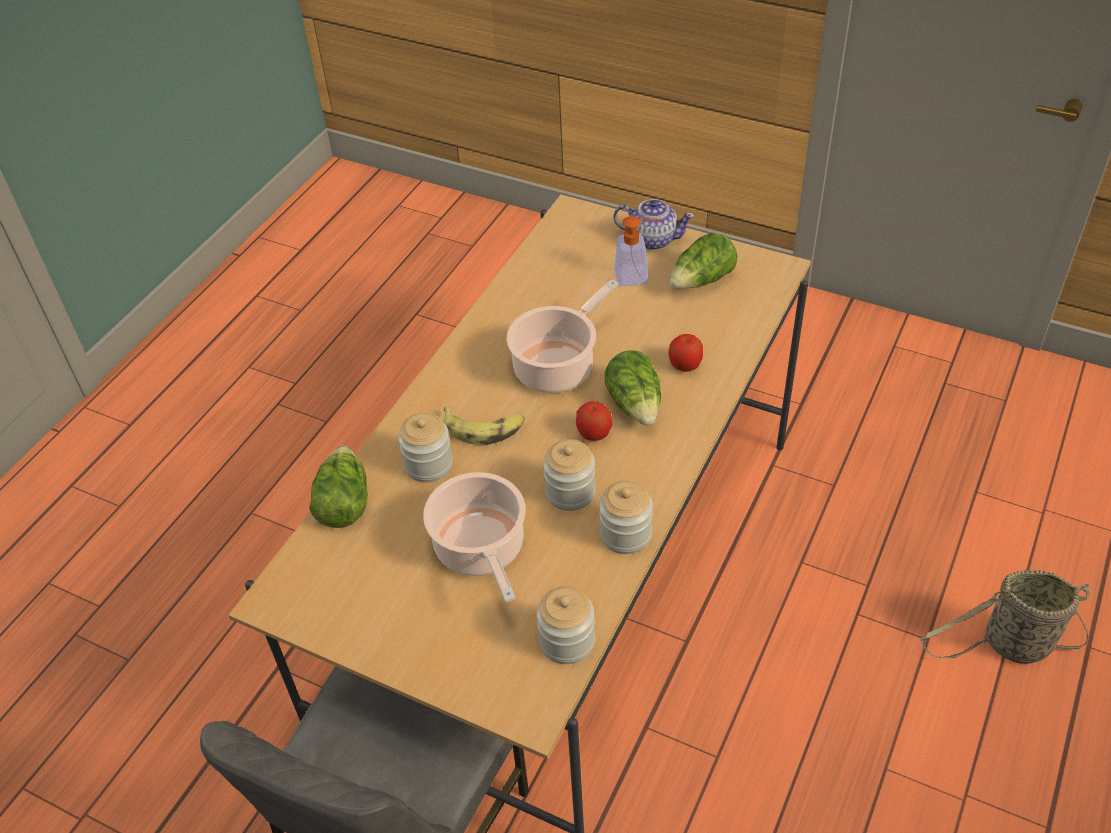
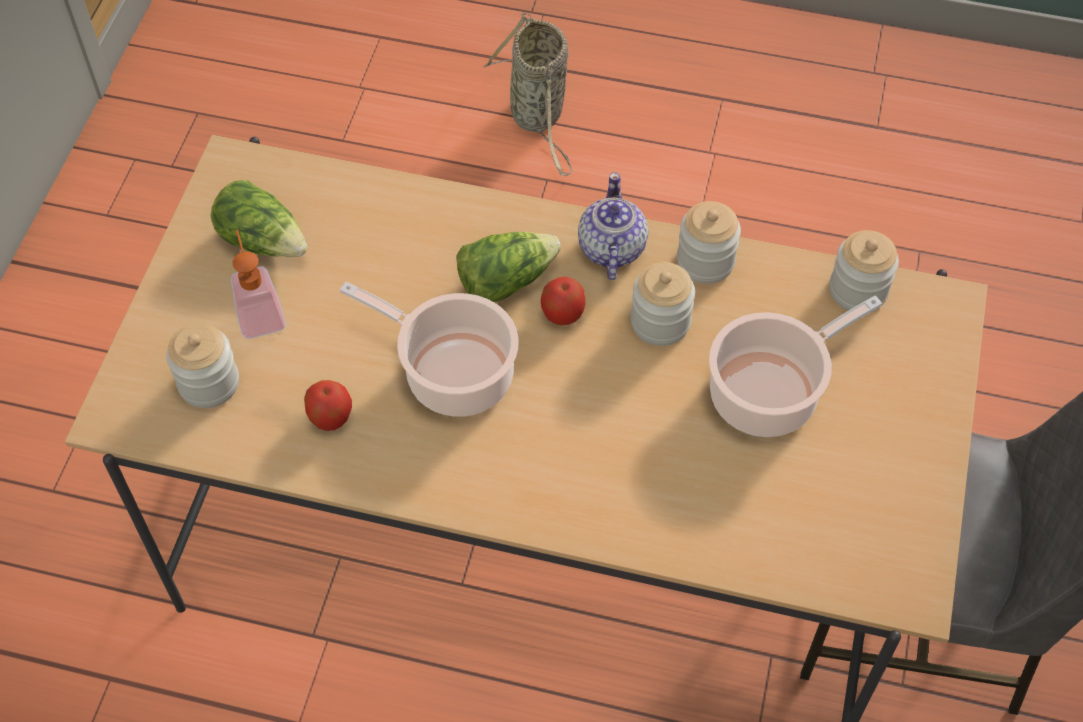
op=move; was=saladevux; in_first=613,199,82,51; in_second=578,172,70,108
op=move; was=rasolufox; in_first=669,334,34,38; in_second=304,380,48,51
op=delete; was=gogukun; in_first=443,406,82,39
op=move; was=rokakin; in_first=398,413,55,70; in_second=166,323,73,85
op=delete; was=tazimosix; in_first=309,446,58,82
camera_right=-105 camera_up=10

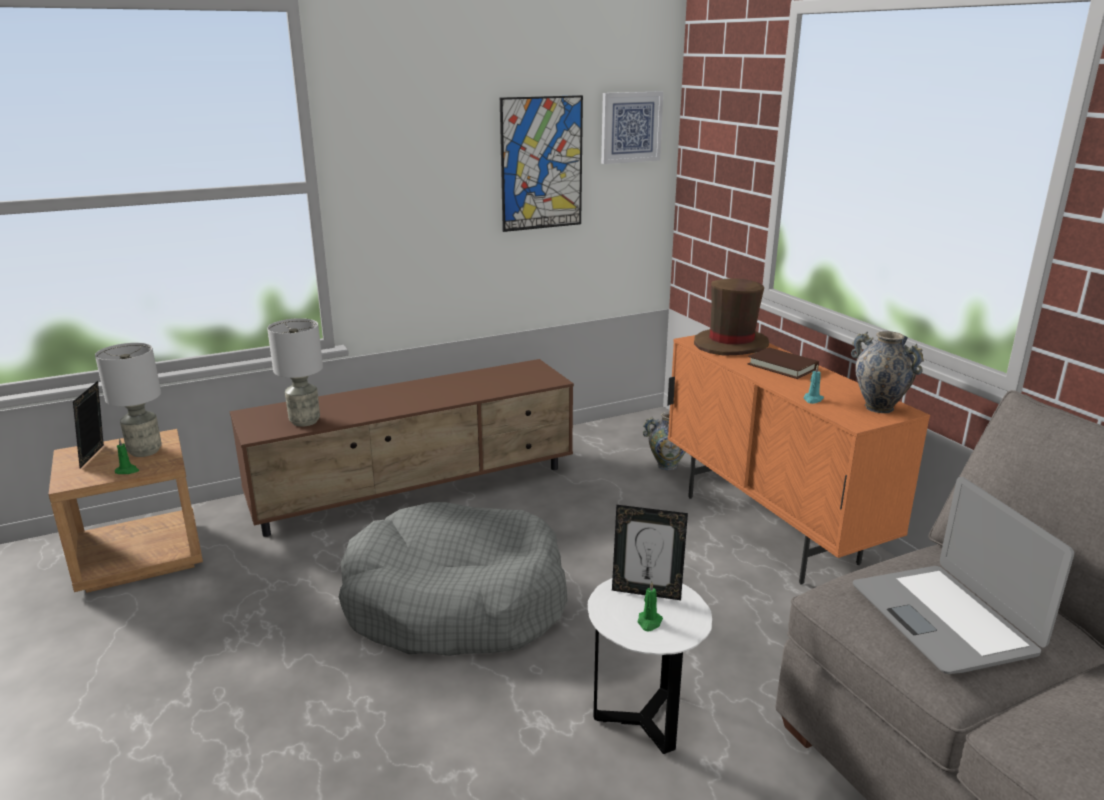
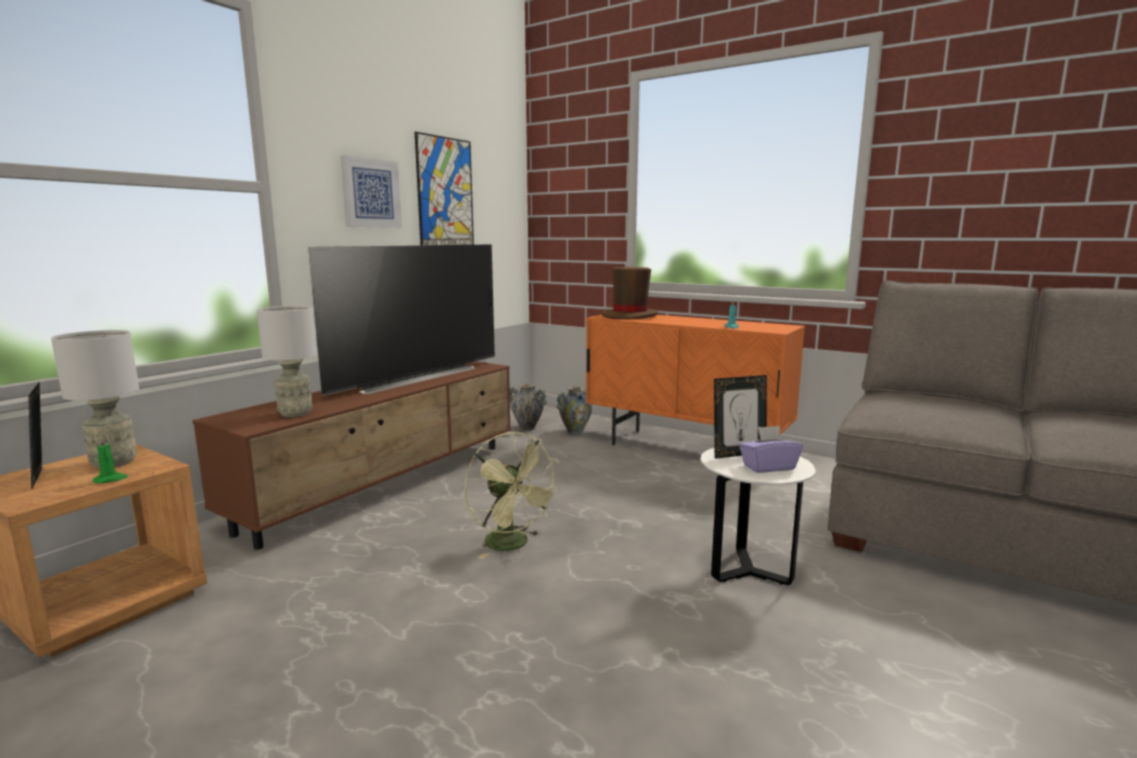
op=move; was=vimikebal; in_first=601,91,62,73; in_second=341,155,61,73
op=move; was=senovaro; in_first=851,331,73,82; in_second=510,384,37,47
op=delete; was=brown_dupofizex; in_first=748,348,71,31
op=delete; was=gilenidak; in_first=853,477,221,197
op=replace; was=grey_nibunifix; now=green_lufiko; in_first=339,502,228,154; in_second=465,432,96,127
op=replace; was=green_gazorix; now=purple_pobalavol; in_first=638,582,25,49; in_second=739,426,64,47
op=insert; now=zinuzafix; in_second=308,244,187,152
camera_right=-30 camera_up=-10

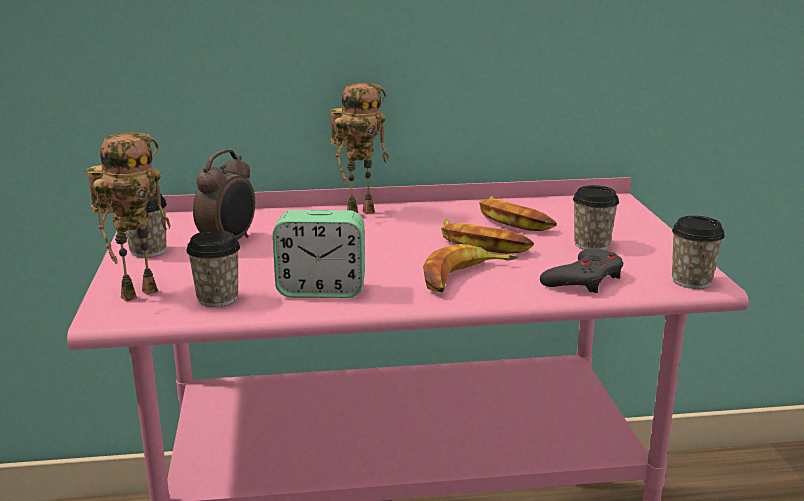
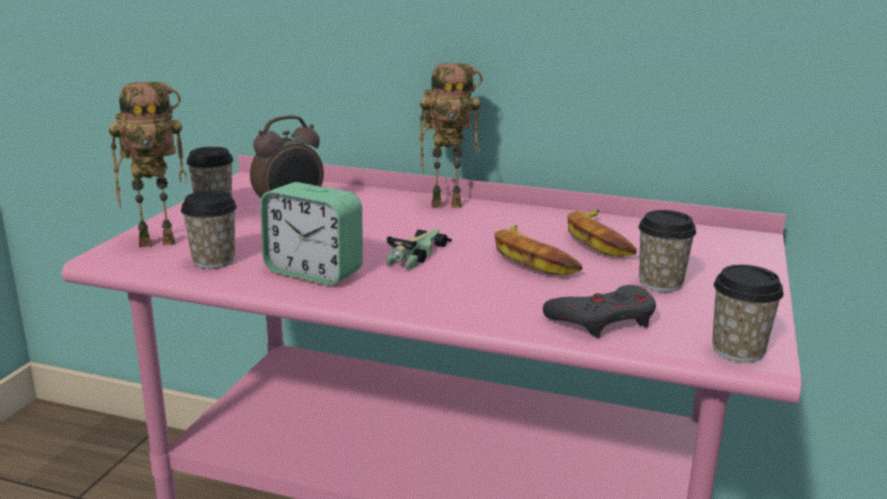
op=delete; was=gogukun; in_first=423,244,95,48
op=insert; now=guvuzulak; in_second=386,229,66,41
camera_right=25 camera_up=0

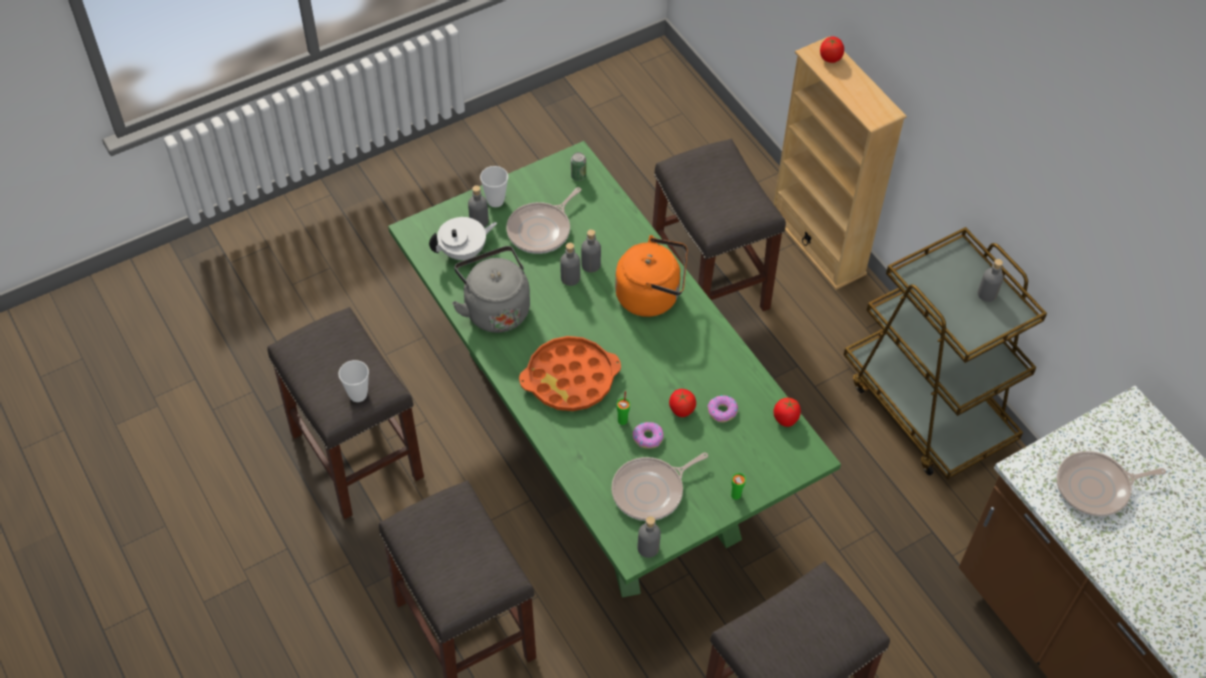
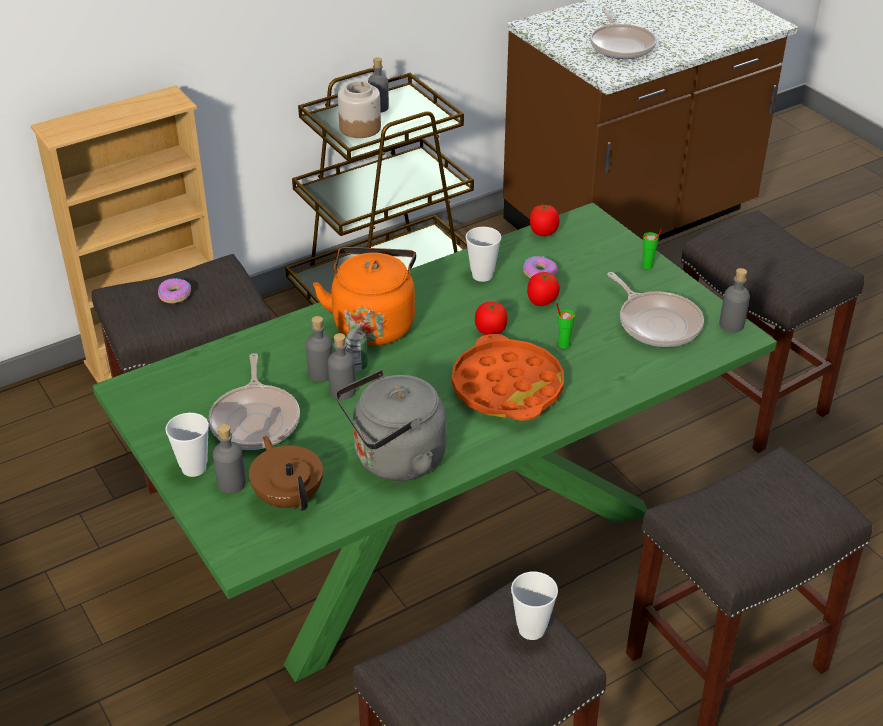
op=move; was=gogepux; in_first=820,36,24,27; in_second=475,302,33,33
op=move; was=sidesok; in_first=571,152,15,29; in_second=345,329,23,42
op=rotate; was=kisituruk; in_first=506,187,75,67; in_second=208,353,92,97; clockwise=45
op=recolor; was=white_saladevux; now=brown_saladevux; in_first=429,217,68,43; in_second=249,436,74,75
op=move; was=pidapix; in_first=633,422,30,27; in_second=158,278,33,25
op=insert; now=rokakin; in_second=338,81,43,57
op=insert; now=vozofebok; in_second=466,227,35,55
camera_right=-90 camera_up=-15

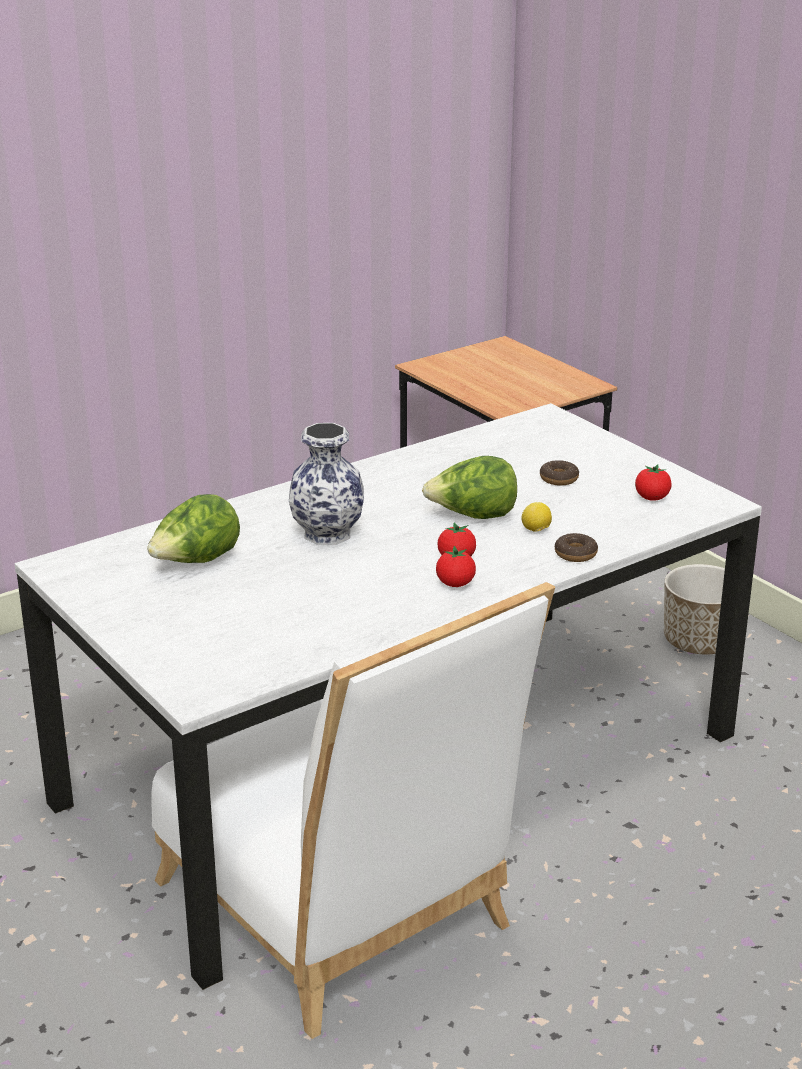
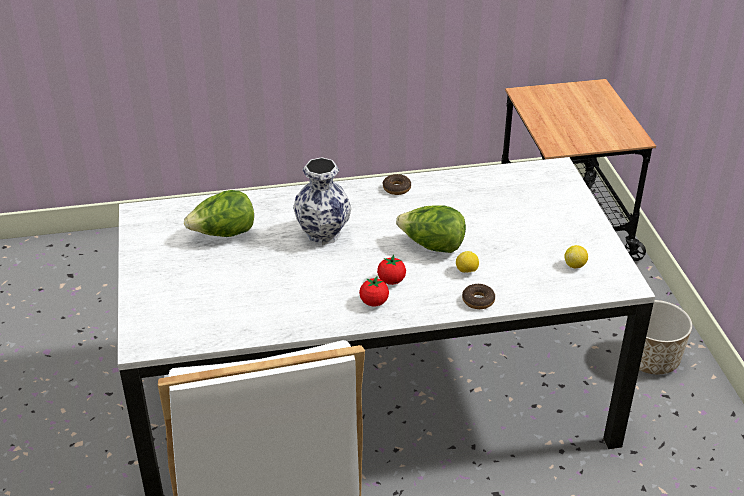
op=move; was=pidapix; in_first=540,460,39,25; in_second=383,174,28,21
op=replace; was=gogepux; now=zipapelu; in_first=635,464,37,37; in_second=565,245,23,23
camera_right=25 camera_up=10

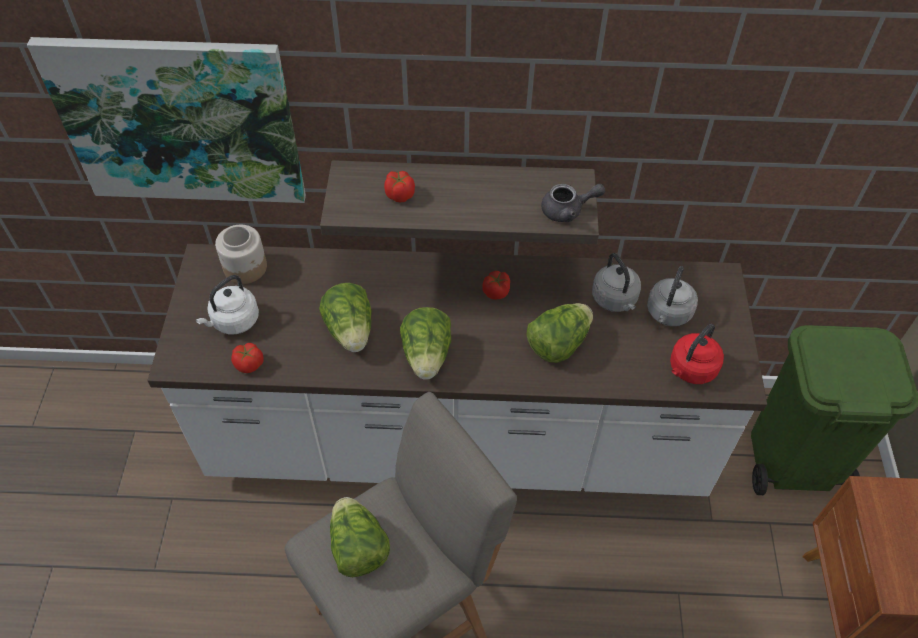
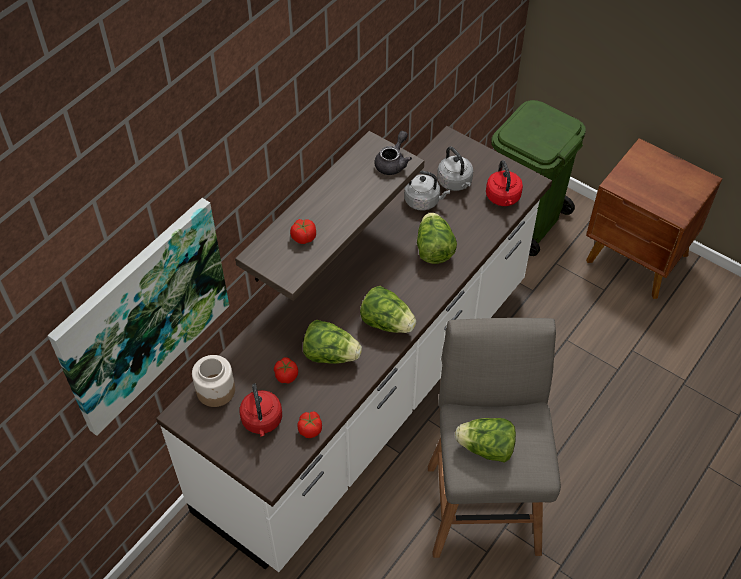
op=move; was=gogepux; in_first=482,271,28,29; in_second=274,357,24,27
op=recolor; was=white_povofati; now=red_povofati; in_first=196,275,63,60; in_second=240,383,42,53
camera_right=-55 camera_up=0

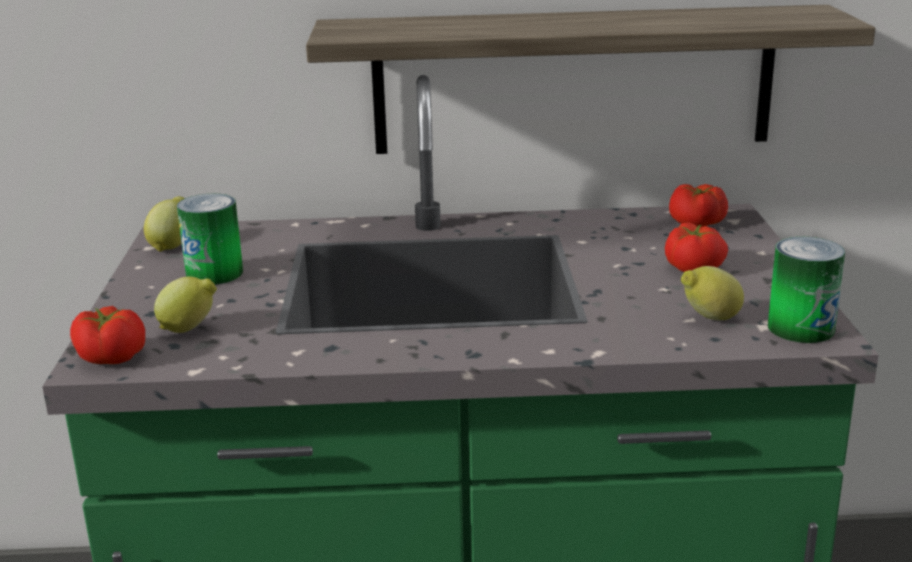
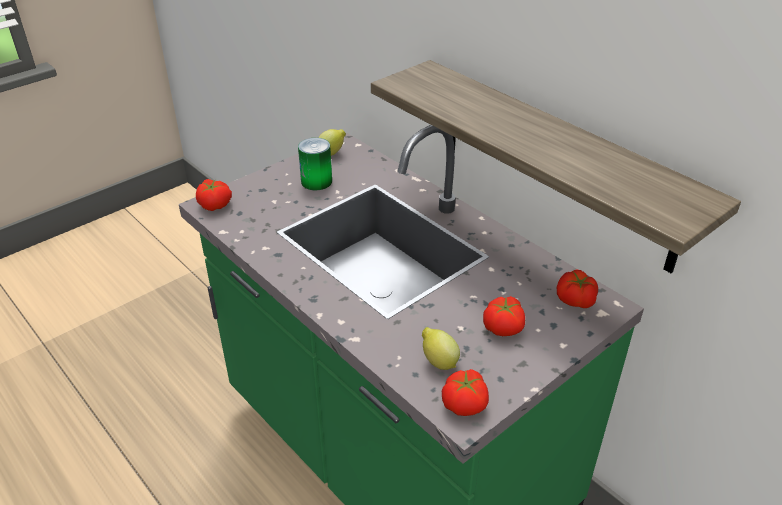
op=replace; was=sidesok; now=gogepux; in_first=768,237,77,106; in_second=442,369,47,47
op=delete; was=zipapelu; in_first=154,276,63,57
camera_right=50 camera_up=15

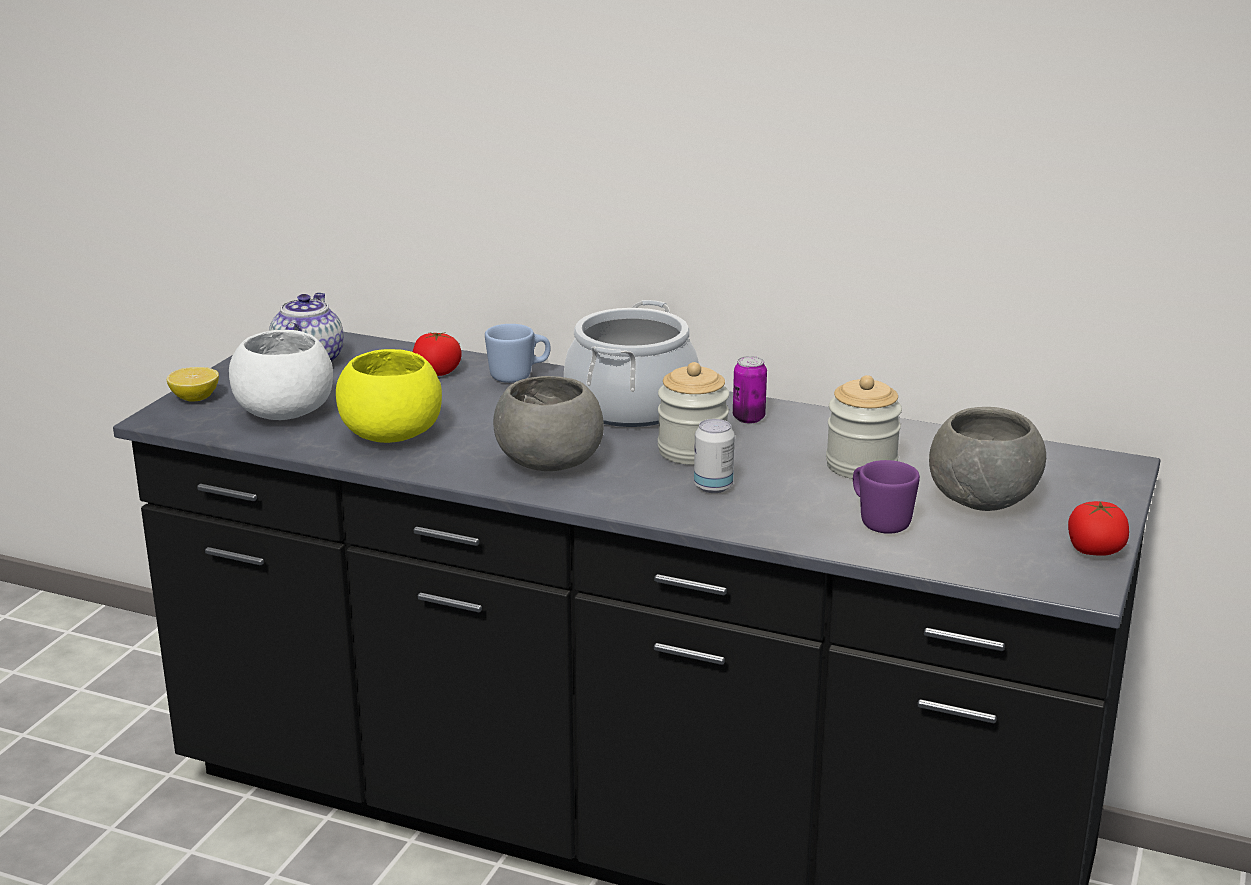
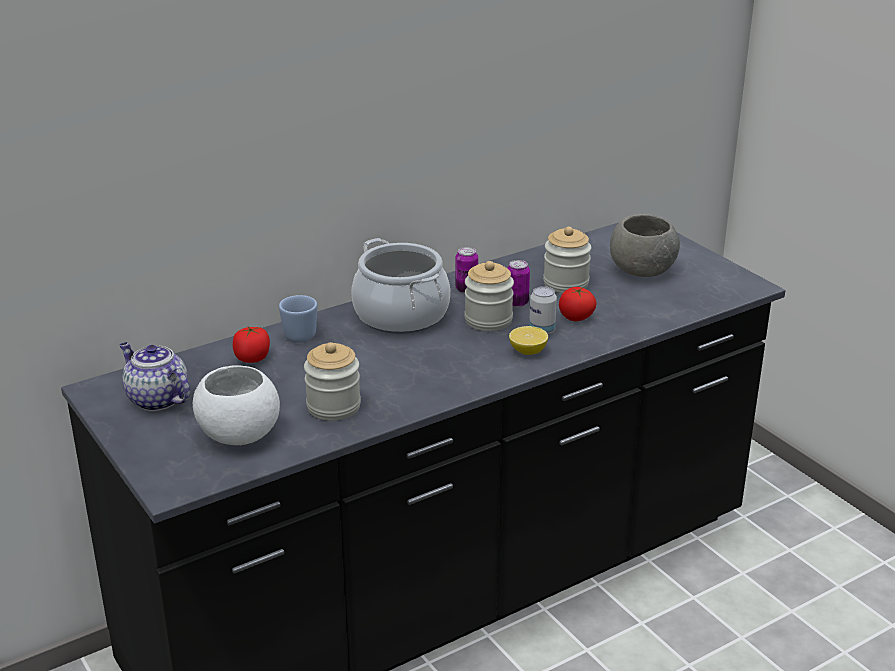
op=replace; was=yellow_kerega; now=rokakin; in_first=336,349,106,94; in_second=304,342,57,79
op=move; was=zipapelu; in_first=167,367,52,35; in_second=509,326,39,29
op=delete; was=grey_kerega; in_first=493,376,111,95
op=delete; was=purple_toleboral; in_first=853,460,67,74
op=move; was=gogepux; in_first=1068,501,61,55; in_second=559,287,38,34
op=insert; now=sidesok; in_second=507,260,23,47
camera_right=-55 camera_up=5

